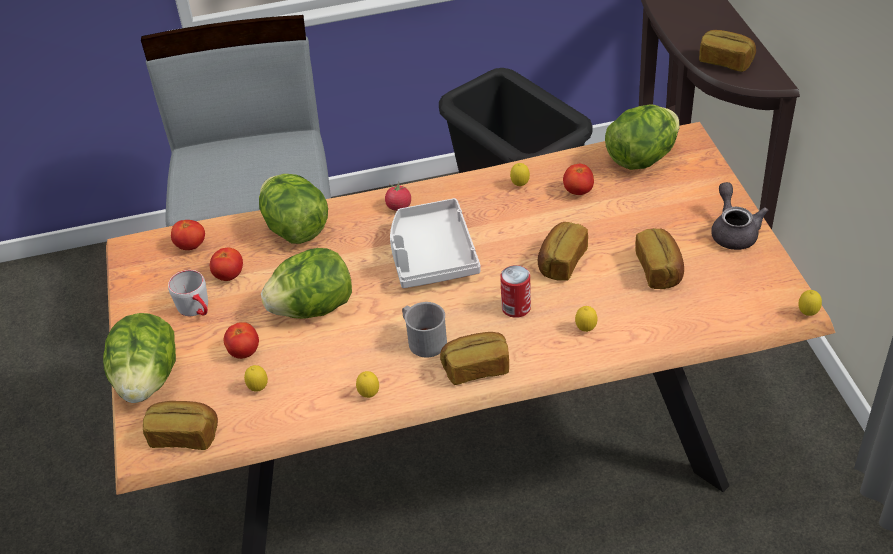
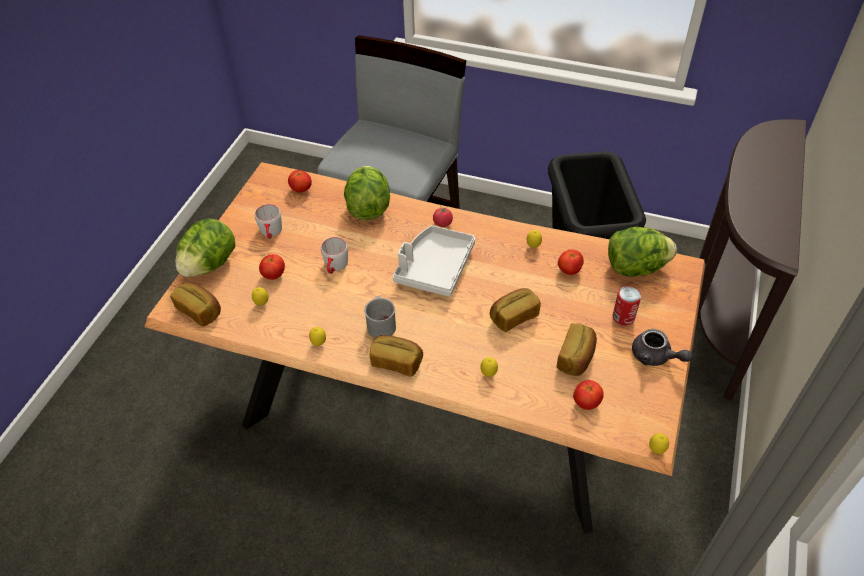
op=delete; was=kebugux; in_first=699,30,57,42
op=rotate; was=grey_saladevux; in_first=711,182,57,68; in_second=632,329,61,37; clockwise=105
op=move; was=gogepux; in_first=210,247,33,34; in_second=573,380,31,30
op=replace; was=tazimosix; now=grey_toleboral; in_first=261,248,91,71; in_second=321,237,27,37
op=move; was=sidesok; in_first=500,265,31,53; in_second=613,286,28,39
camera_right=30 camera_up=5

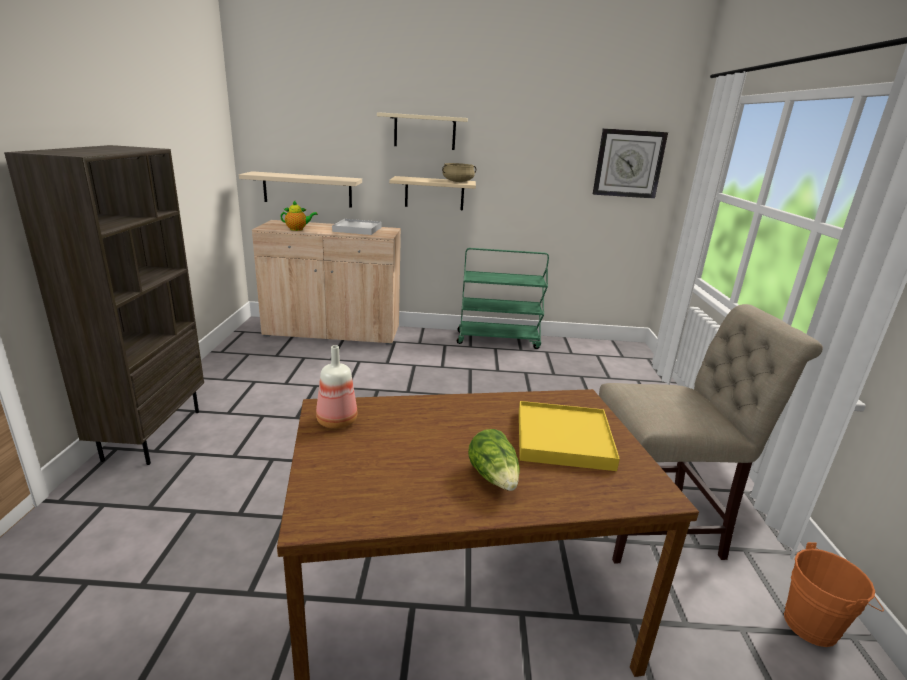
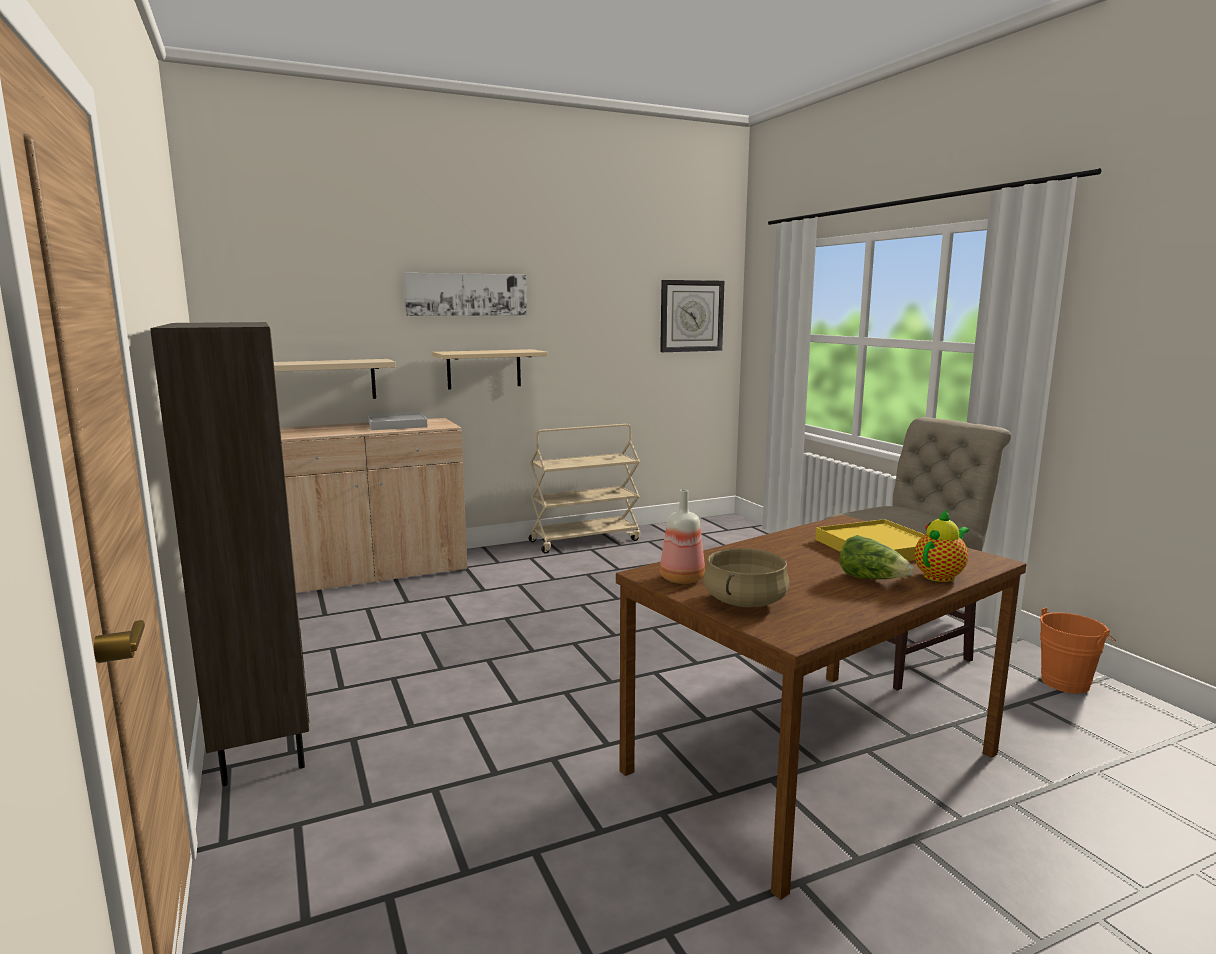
op=replace; was=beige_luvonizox; now=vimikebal; in_first=377,112,91,38; in_second=403,273,124,43
op=move; was=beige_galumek; in_first=442,163,34,19; in_second=703,548,87,59
op=move; was=saladevux; in_first=280,201,38,30; in_second=915,509,54,73
op=recolor; was=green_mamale; now=beige_mamale; in_first=457,248,92,101; in_second=528,424,112,130
camera_right=-25 camera_up=-10

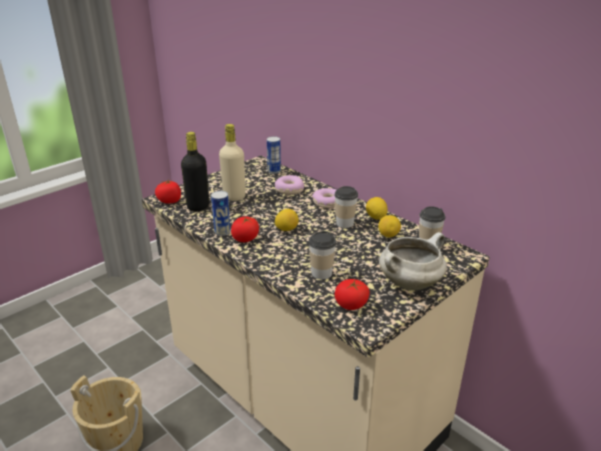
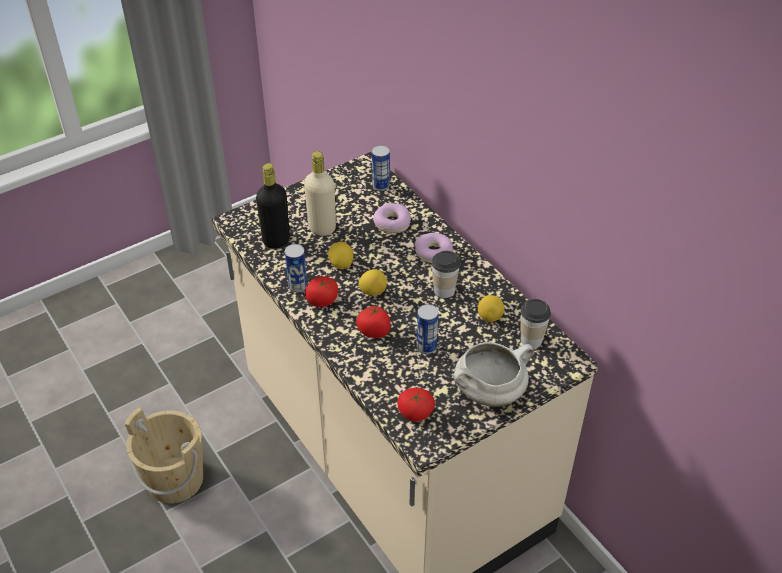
op=move; was=gogepux; in_first=155,179,26,24; in_second=356,306,35,32
op=move; was=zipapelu; in_first=366,197,22,23; in_second=328,242,25,27
op=delete; was=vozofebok; in_first=309,231,27,49
op=insert; now=sidesok; in_second=417,304,21,50
camera_right=10 camera_up=15

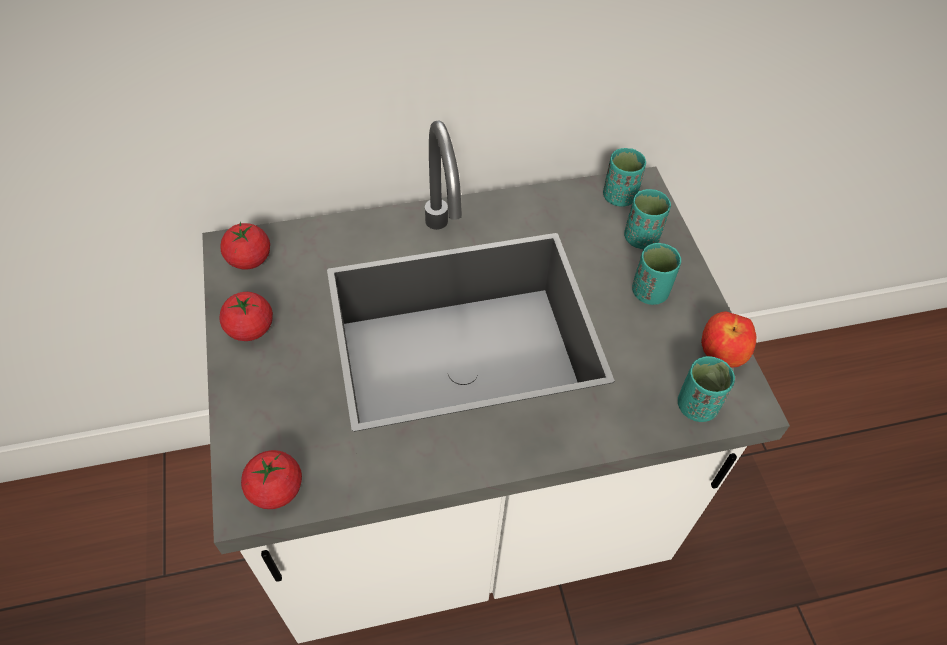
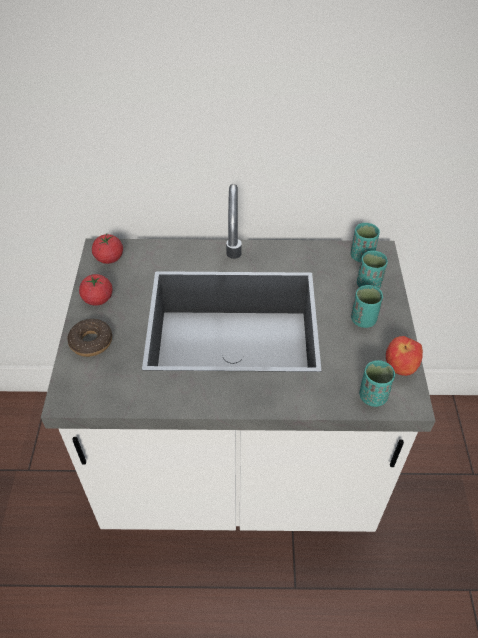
op=delete; was=gogepux; in_first=241,450,61,59
op=insert; now=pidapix; in_second=67,319,45,38
camera_right=15 camera_up=-5

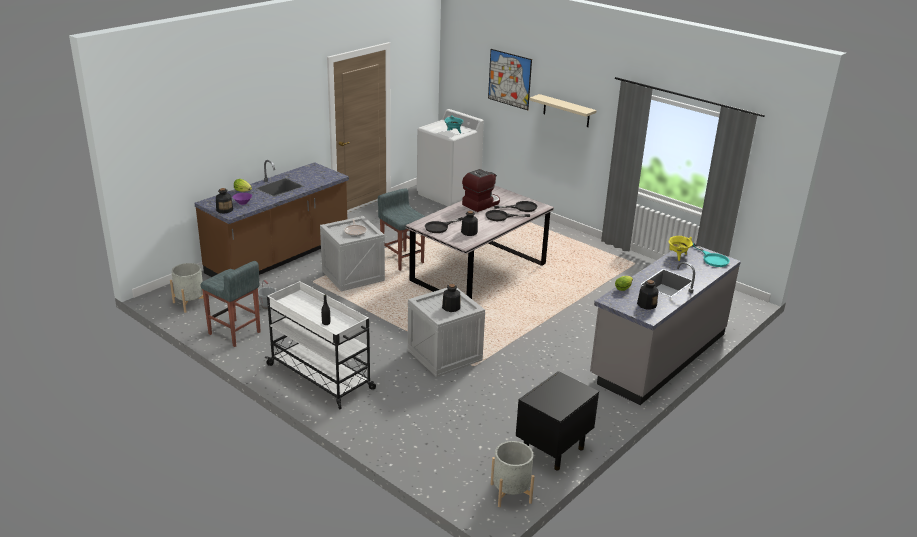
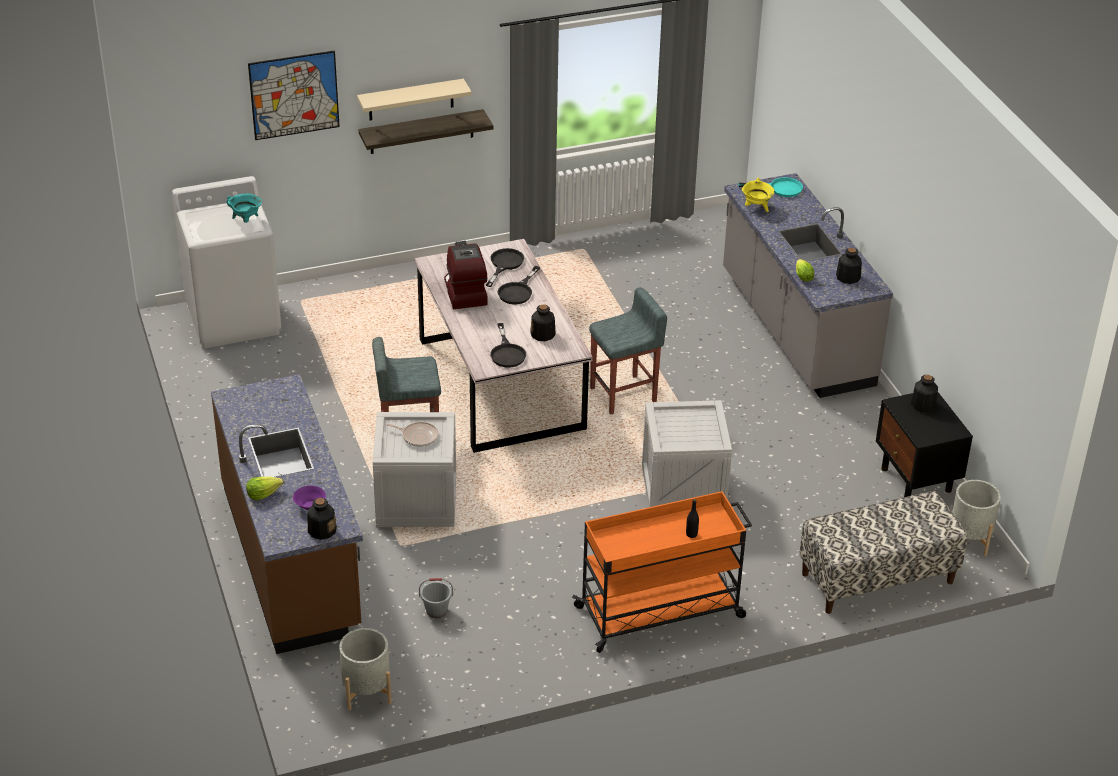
op=move; was=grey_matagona; in_first=201,261,60,86; in_second=589,287,78,128
op=recolor; was=white_mamale; now=orange_mamale; in_first=265,281,111,129; in_second=572,491,180,162
op=move; was=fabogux; in_first=442,284,19,28; in_second=911,375,27,37
op=insert; now=luvonizox; in_second=359,109,134,45
op=insert; now=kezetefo; in_second=799,491,169,123
camera_right=-60 camera_up=10

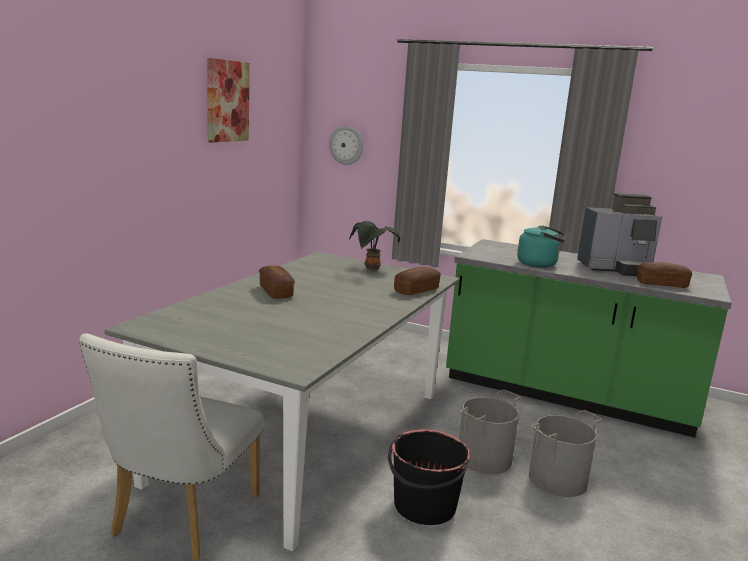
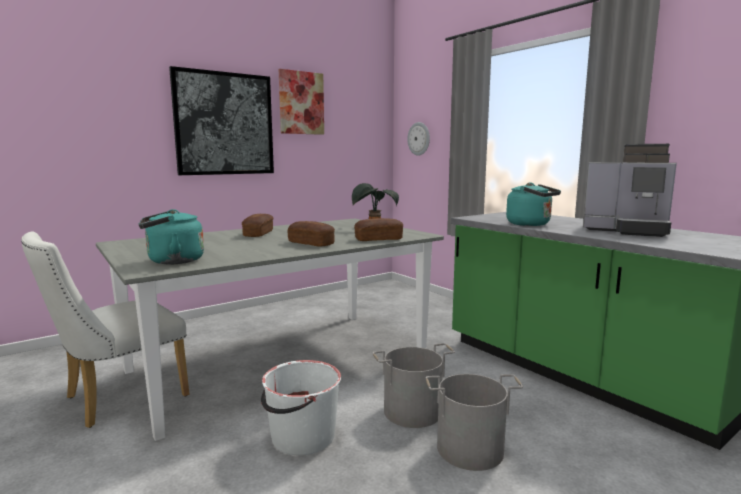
op=move; was=kebugux; in_first=637,262,55,26; in_second=288,221,47,26
op=recolor; was=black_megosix; now=white_megosix; in_first=388,430,83,95; in_second=261,360,80,95
op=insert; now=vimikebal; in_second=169,66,105,109
op=insert; now=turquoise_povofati; in_second=139,209,65,55
camera_right=30 camera_up=-5

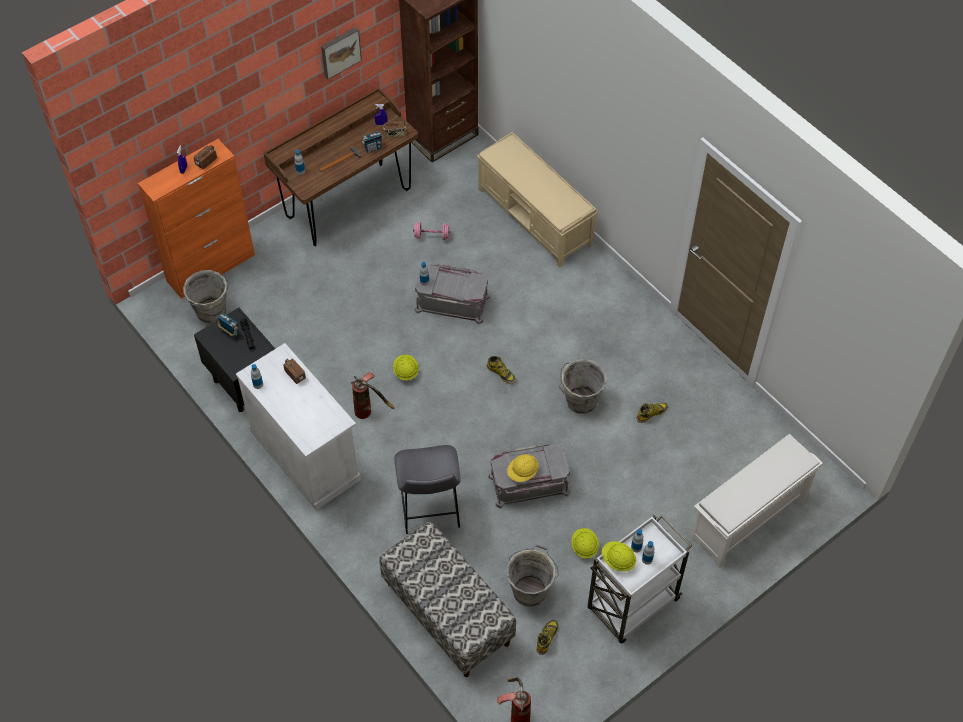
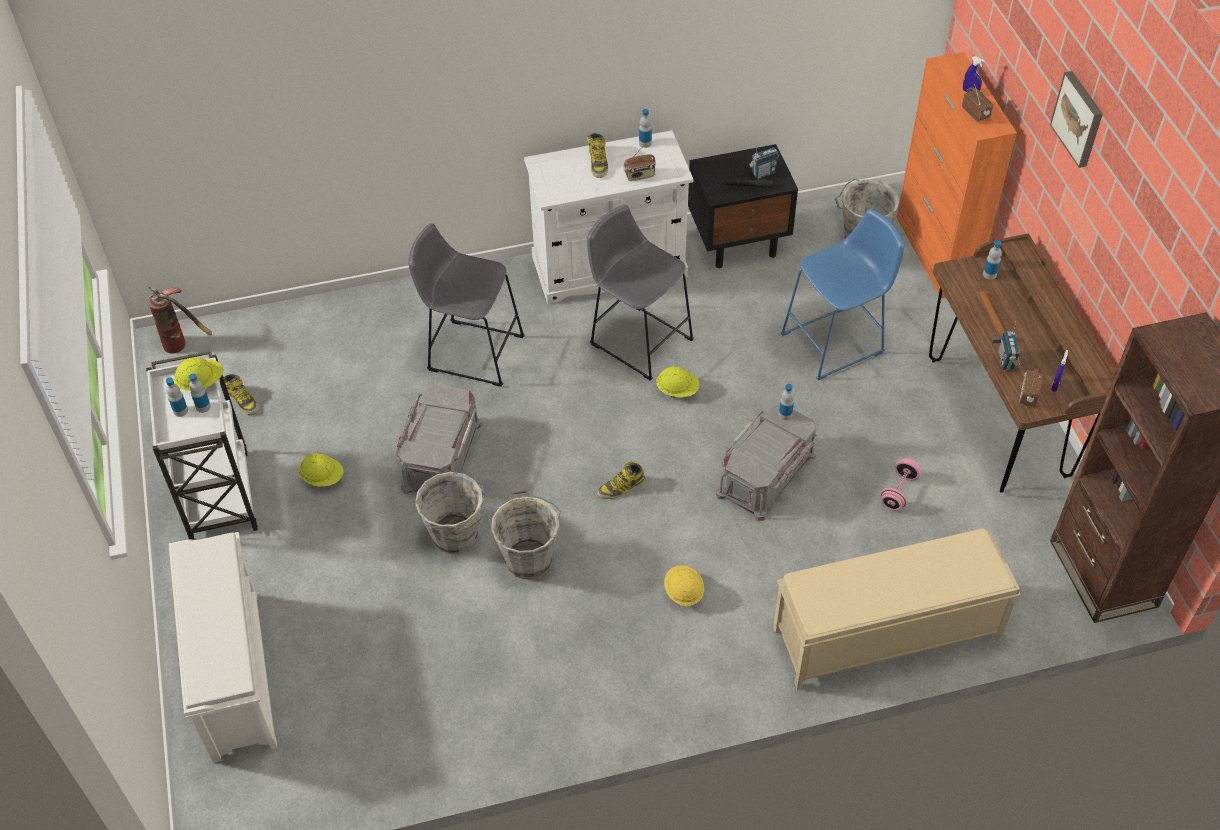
op=move; was=vimikebal; in_first=321,27,41,53; in_second=1050,71,53,97
op=replace; was=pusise; now=grey_matagona; in_first=351,372,43,47; in_second=587,204,107,177
op=move; was=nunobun; in_first=636,402,33,21; in_second=587,133,21,45
op=move; was=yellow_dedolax; in_first=507,454,32,28; in_second=664,565,40,41
op=delete; was=kezetefo; in_first=379,522,137,155
op=move; was=grey_megosix; in_first=506,545,53,62; in_second=415,472,70,82
op=insert; now=blue_matagona; in_second=781,209,124,171
camera_right=115 camera_up=-5

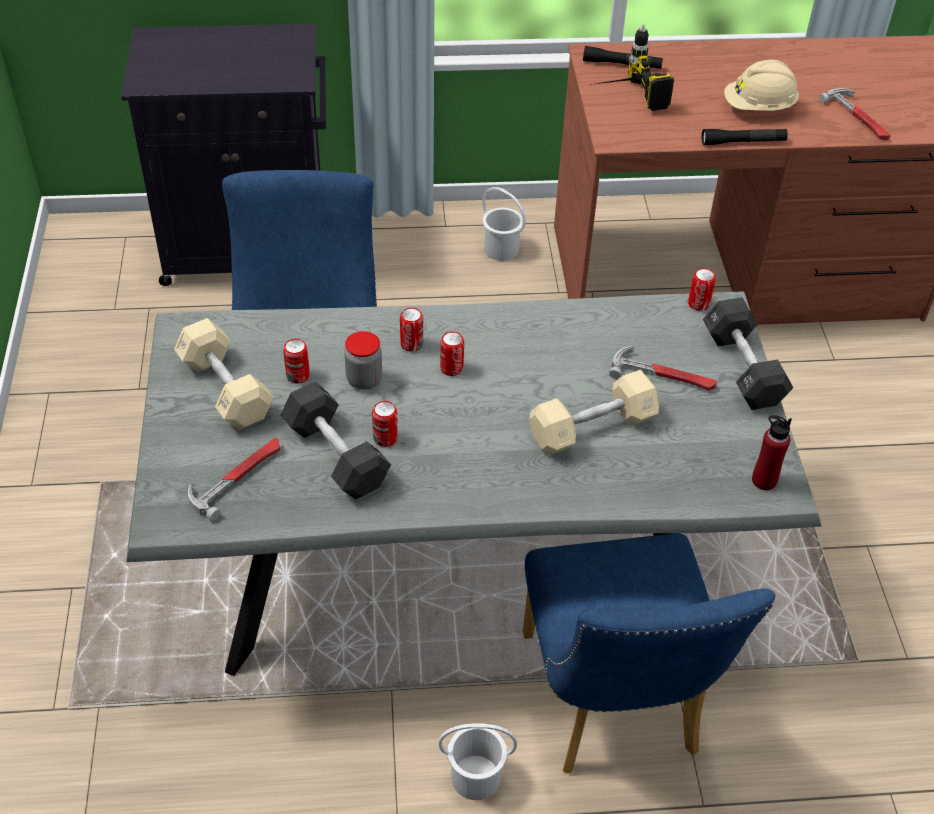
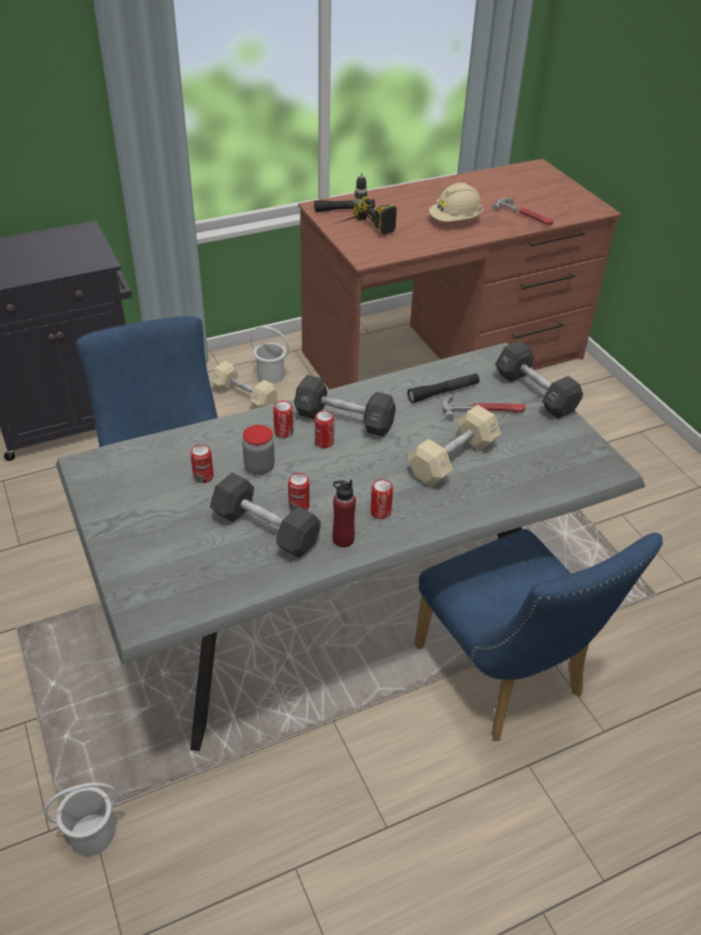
op=move; was=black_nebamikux; in_first=702,129,86,16; in_second=407,373,73,30
op=move; was=sidesok; in_first=688,268,28,43; in_second=370,479,23,40
op=move; was=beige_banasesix; in_first=174,318,100,112; in_second=211,361,67,47
op=move; was=red_fabogux; in_first=752,415,40,75; in_second=333,480,23,67
op=delete; was=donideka; in_first=188,438,92,83
op=move; was=white_megosix; in_first=438,723,79,77; in_second=44,783,74,73
op=insert; now=black_banasesix; in_second=294,375,102,62
camera_right=-20 camera_up=-5

